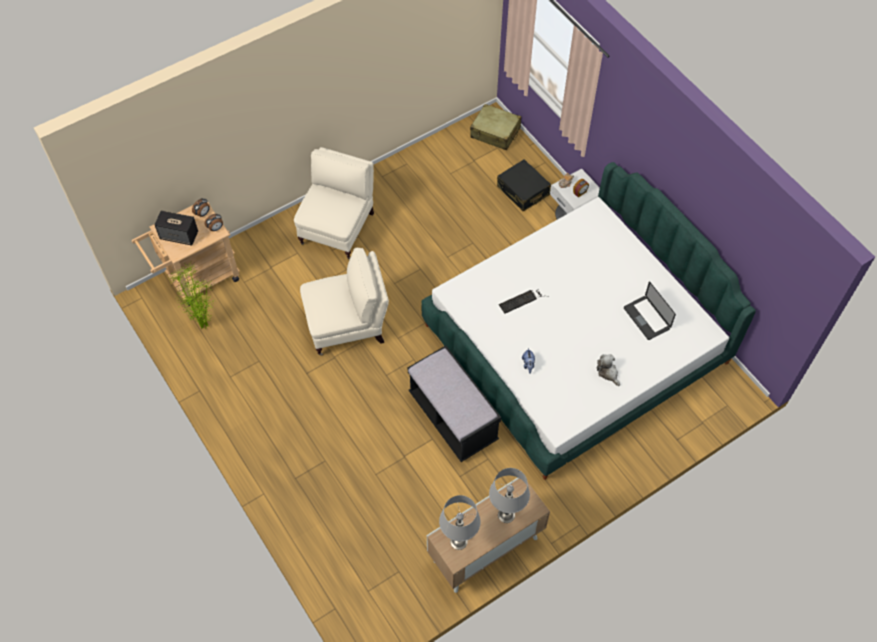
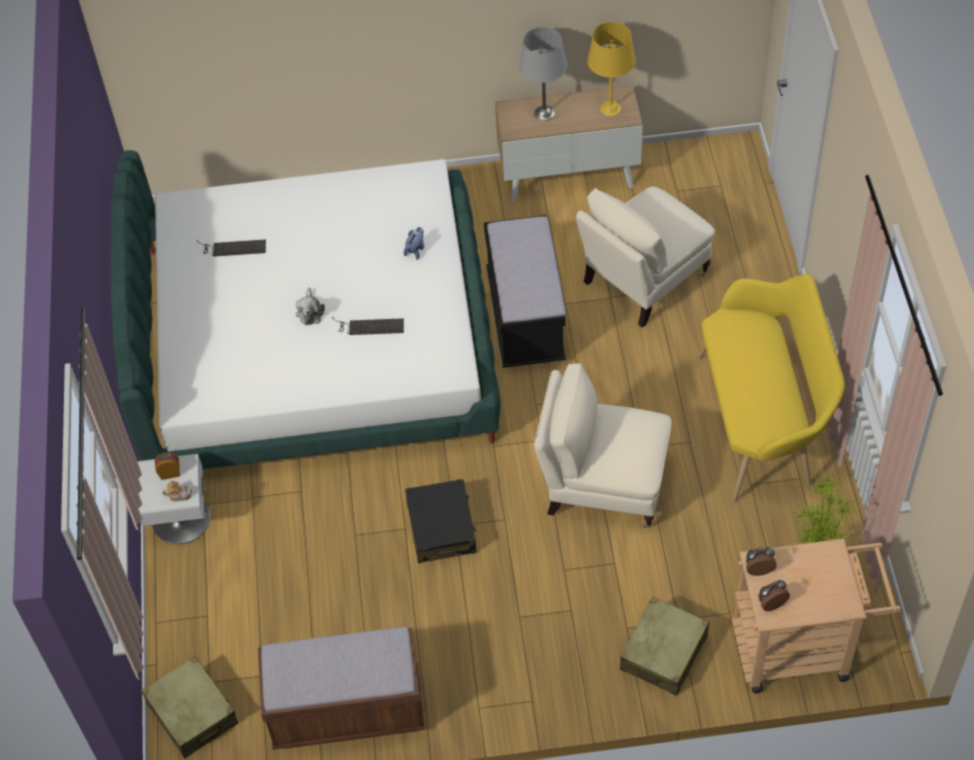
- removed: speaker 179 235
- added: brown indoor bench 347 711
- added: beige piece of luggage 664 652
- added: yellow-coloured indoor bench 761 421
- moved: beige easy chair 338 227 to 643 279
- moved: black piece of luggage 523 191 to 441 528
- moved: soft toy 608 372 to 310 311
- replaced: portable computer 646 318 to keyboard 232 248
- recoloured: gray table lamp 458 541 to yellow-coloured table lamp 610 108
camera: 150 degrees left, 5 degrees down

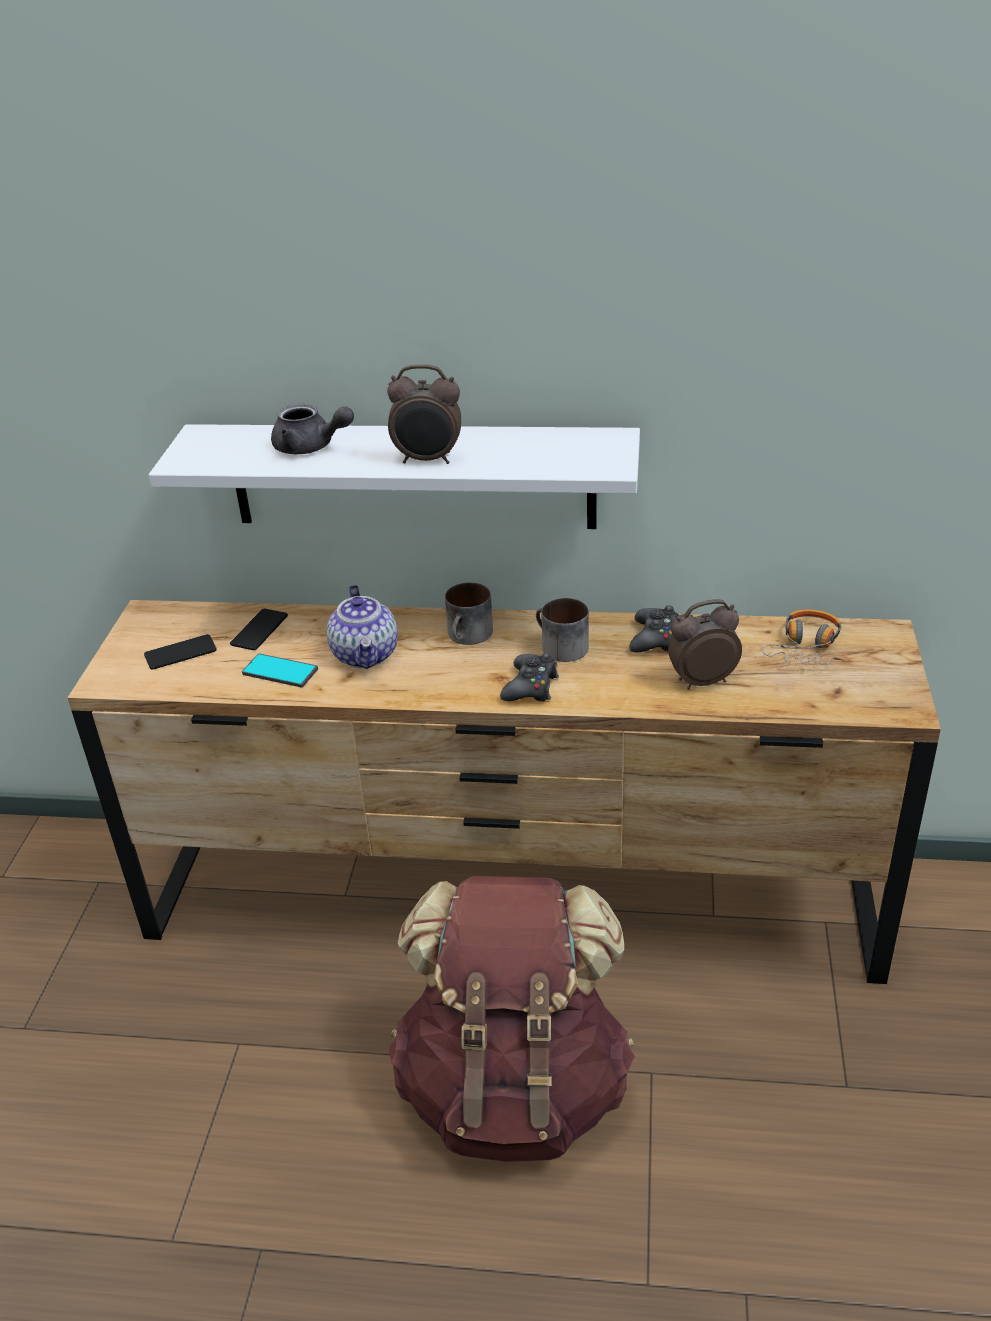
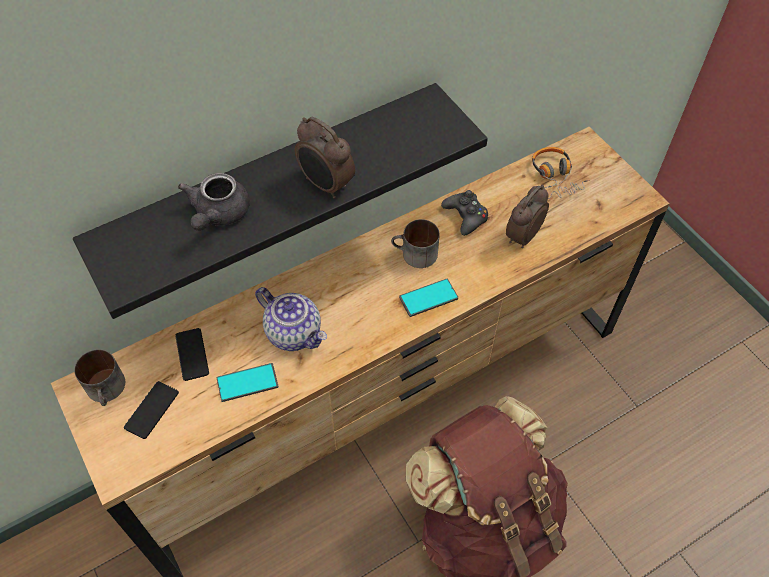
- moved: tea mug 469 636 to 108 389
- replaced: black gamepad 531 686 to handset 428 298
- recoloured: whitish shelf 412 476 to black shelf 272 186
- turned: gray pot for tea 310 448 = 218 214 120 degrees clockwise
- turned: alarm clock 428 460 = 326 185 75 degrees clockwise
camera: 40 degrees left, 20 degrees up

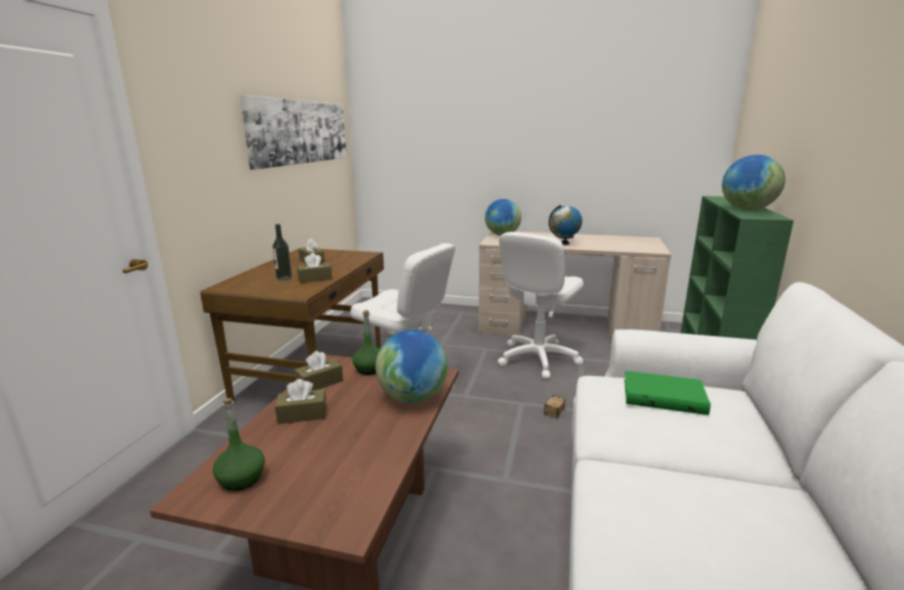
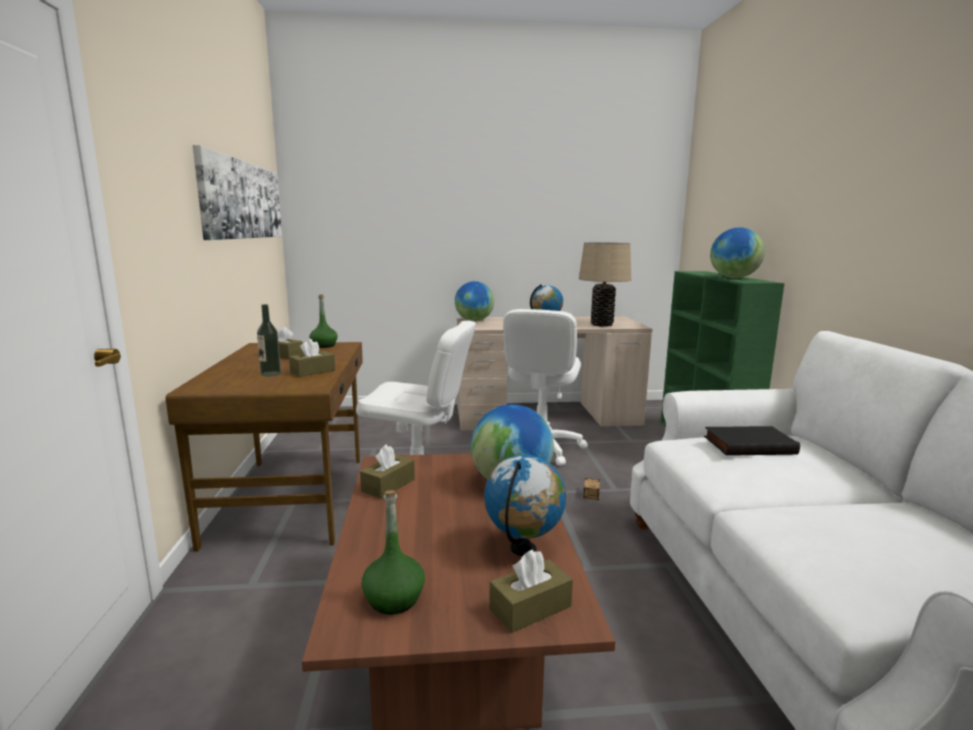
- added: globe 523 549
- added: beige table lamp 601 324
- moved: brown tissue holder 302 414 to 530 608
- moved: green-coloured bottle 369 369 to 324 346
- recoloured: green-coloured book 664 396 to black book 749 445
camera: 20 degrees left, 5 degrees down

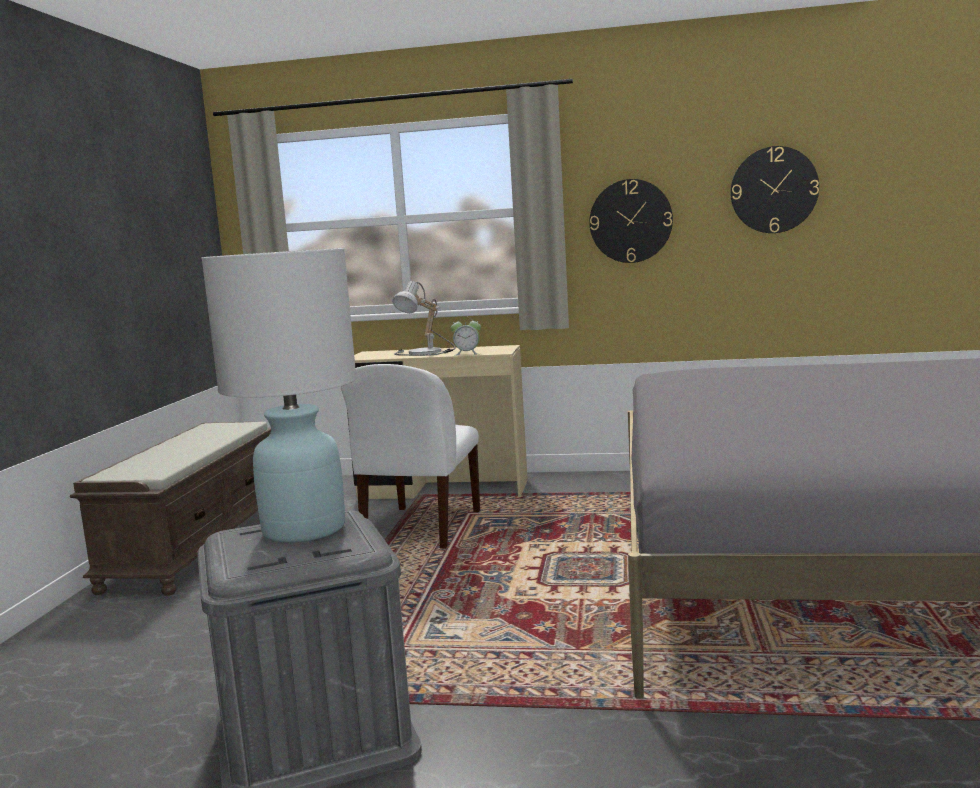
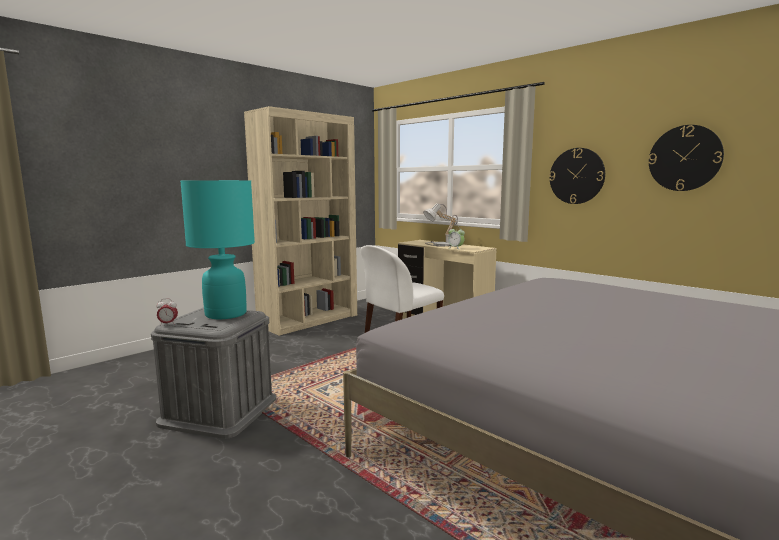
- added: alarm clock 168 324
- replaced: brown indoor bench 196 545 to beige bookshelf 309 320
- recoloured: whitish table lamp 304 529 to blue-green table lamp 226 314
camera: 35 degrees right, 0 degrees up

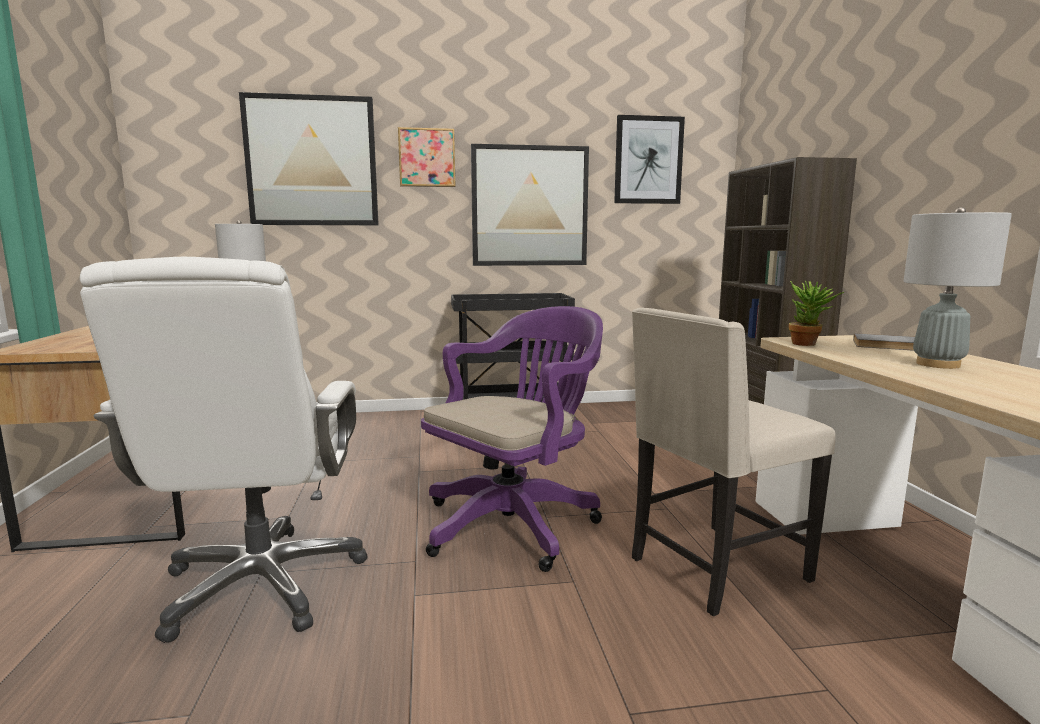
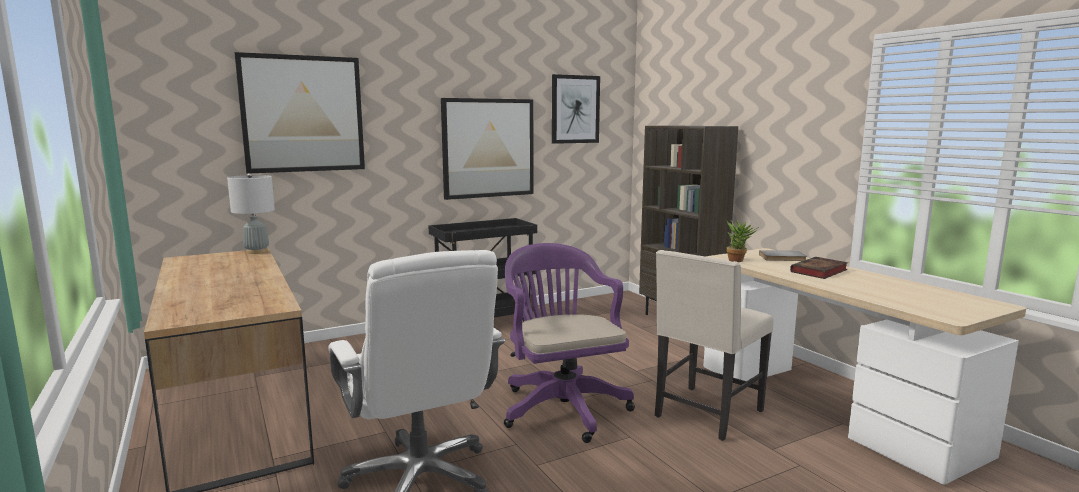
- removed: wall art 427 158
- replaced: gray table lamp 938 364 to book 818 271
- turned: purple desk chair 516 522 = 561 406 45 degrees counterclockwise
camera: 20 degrees left, 0 degrees up

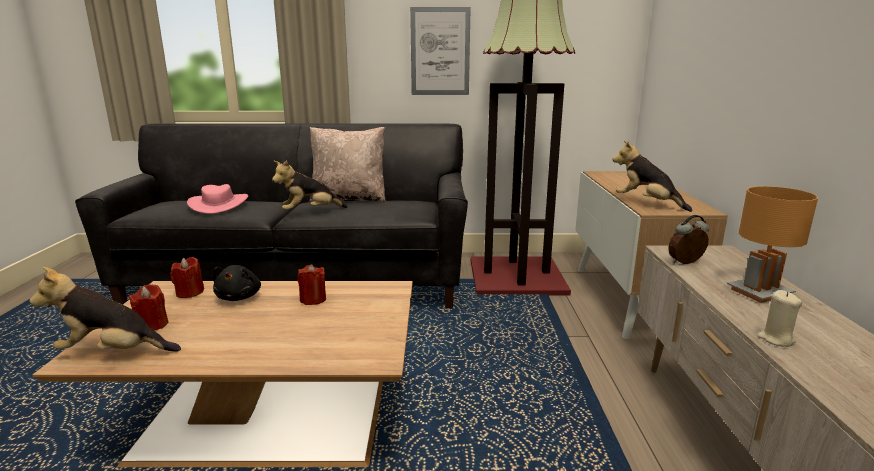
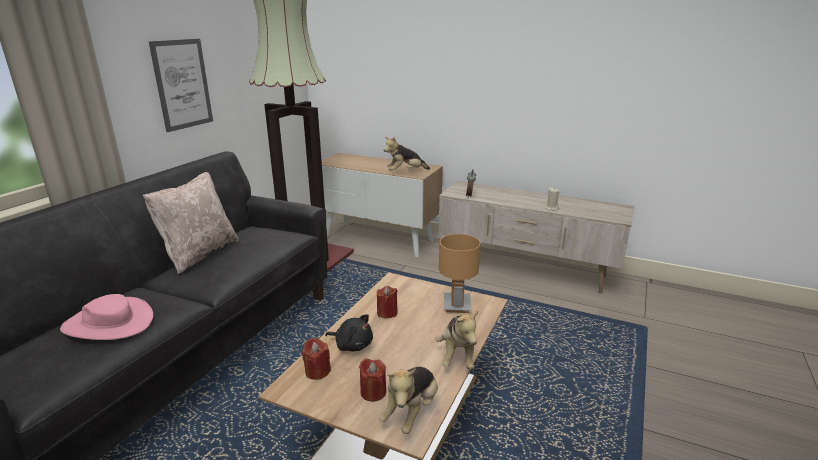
- moved: soft toy 310 212 to 457 355
- moved: brown table lamp 759 292 to 456 305
camera: 65 degrees left, 5 degrees up

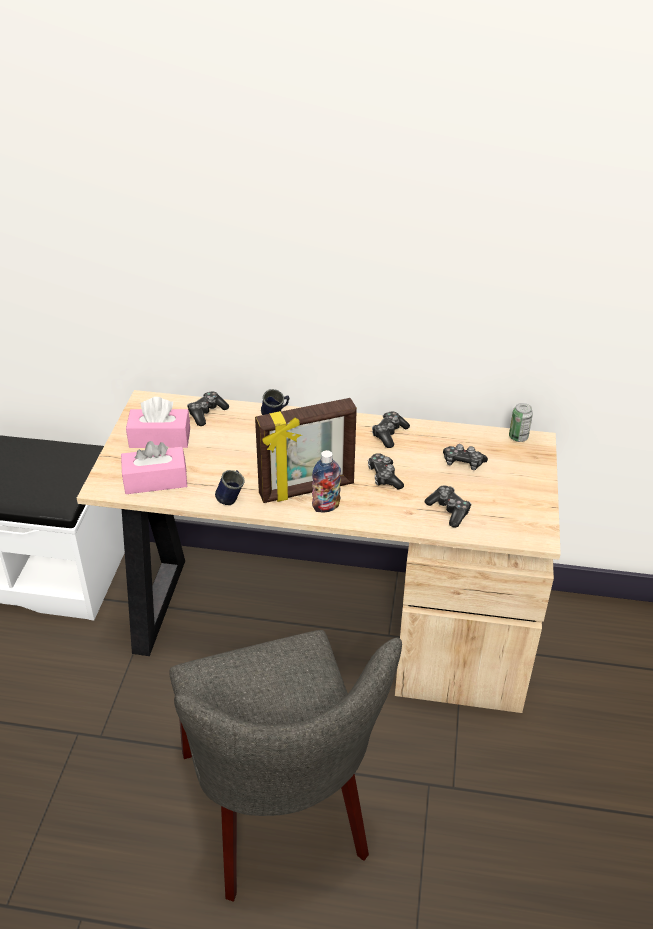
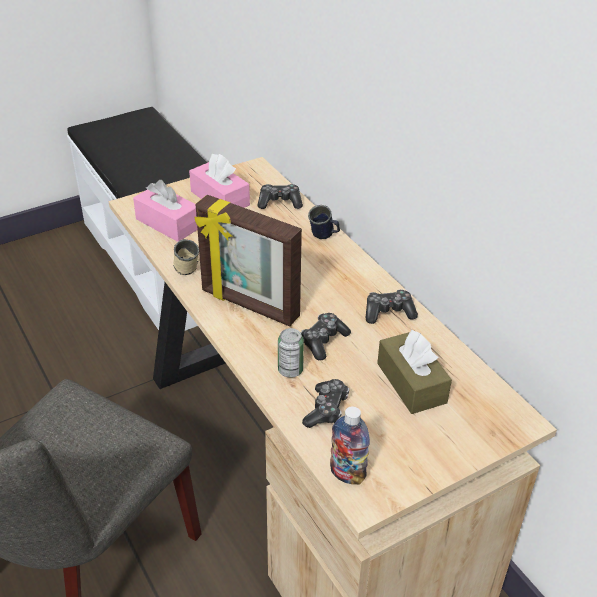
- moved: bottle 326 506 to 347 474
- moved: metal can 518 437 to 290 370
- replaced: gamepad 463 463 to brown tissue holder 411 383
- recoloured: blue-coloured tea mug 231 497 to beige tea mug 191 270
camera: 50 degrees right, 0 degrees up

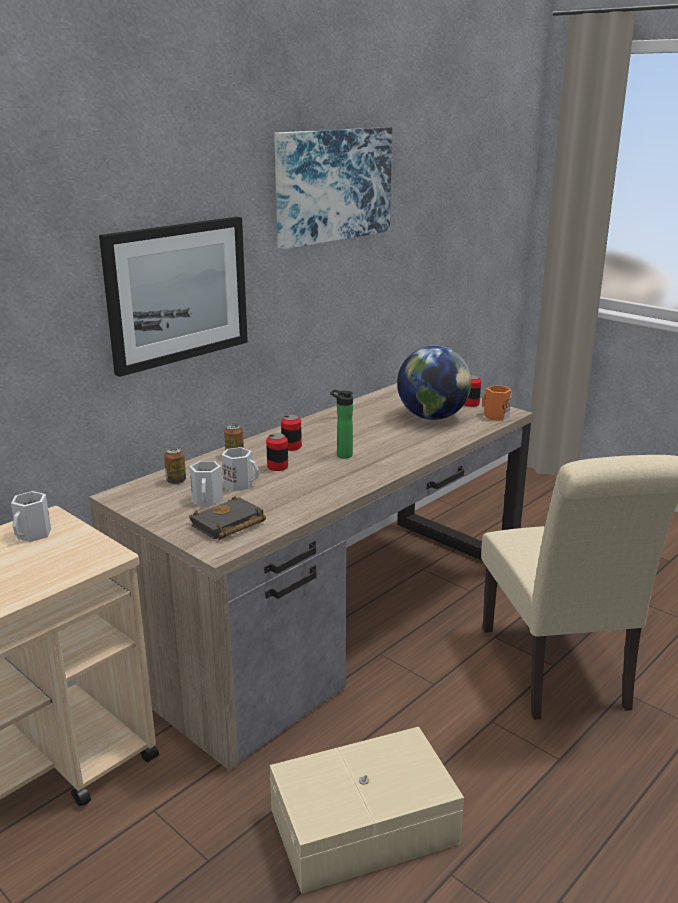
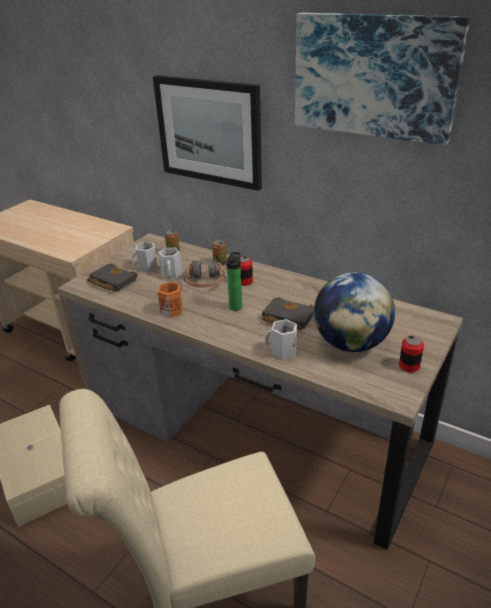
- added: black book 286 317
- moved: whitish tea mug 34 534 to 282 352
- moved: orange tea mug 495 416 to 171 310
- replaced: metal can 277 467 to headphones 205 282
camera: 80 degrees right, 10 degrees up

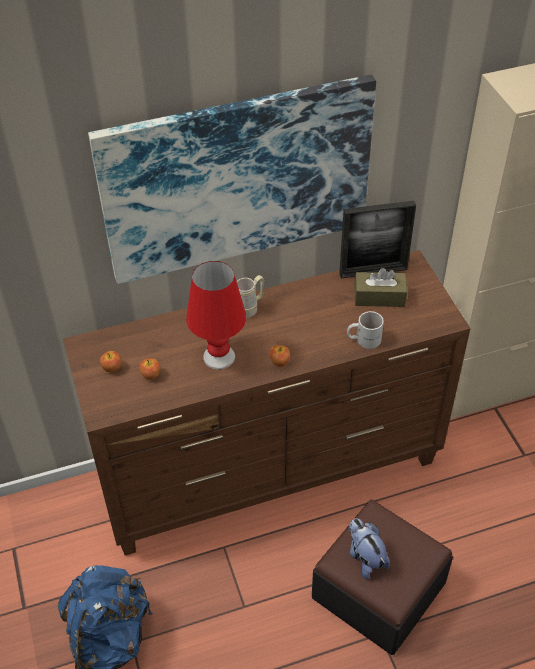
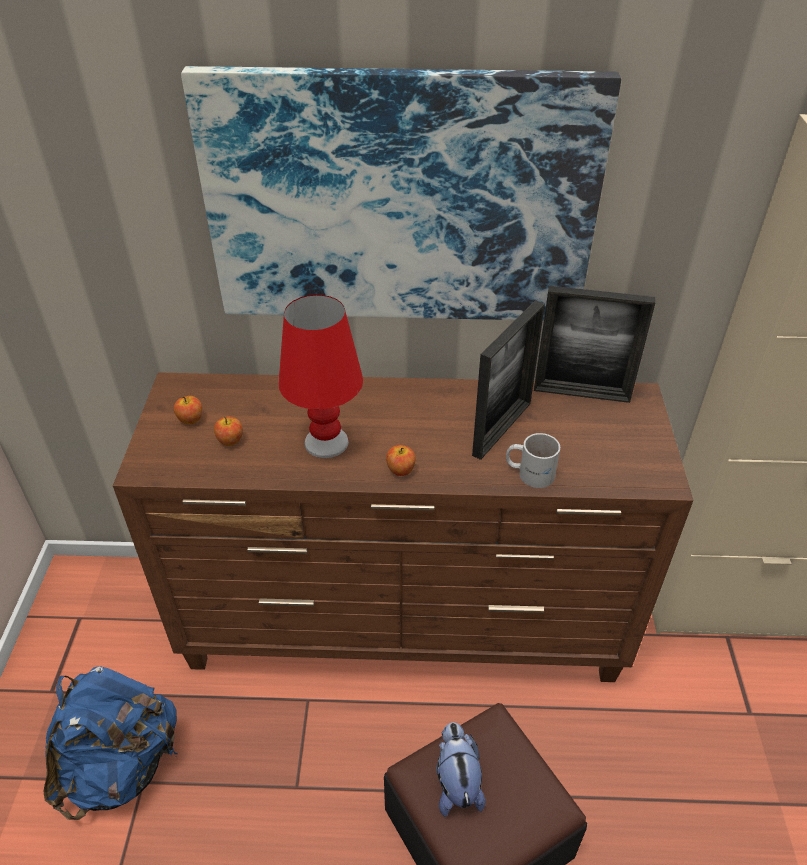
- removed: beige tea mug 250 308
- removed: brown tissue holder 379 297
- added: photo frame 502 428
camera: 20 degrees right, 5 degrees down

